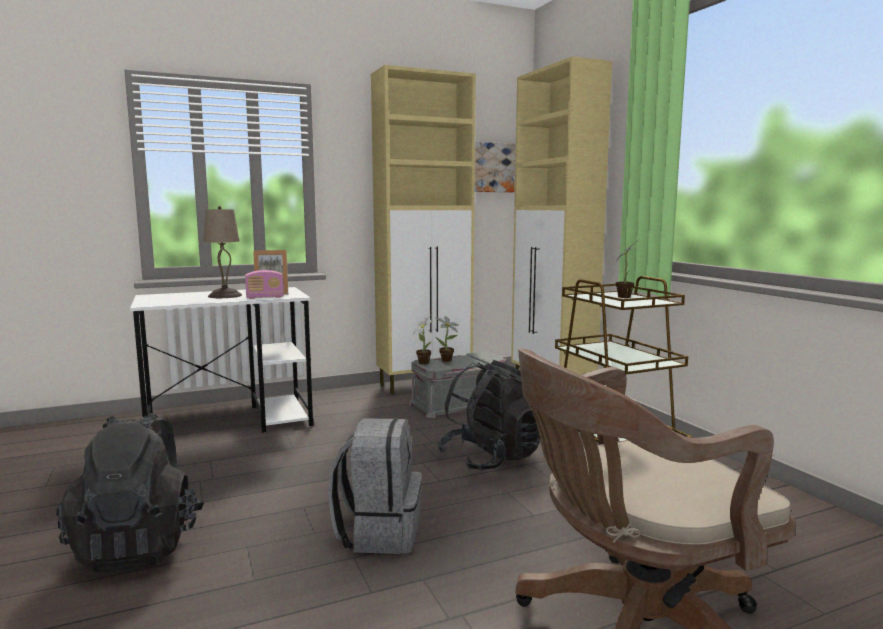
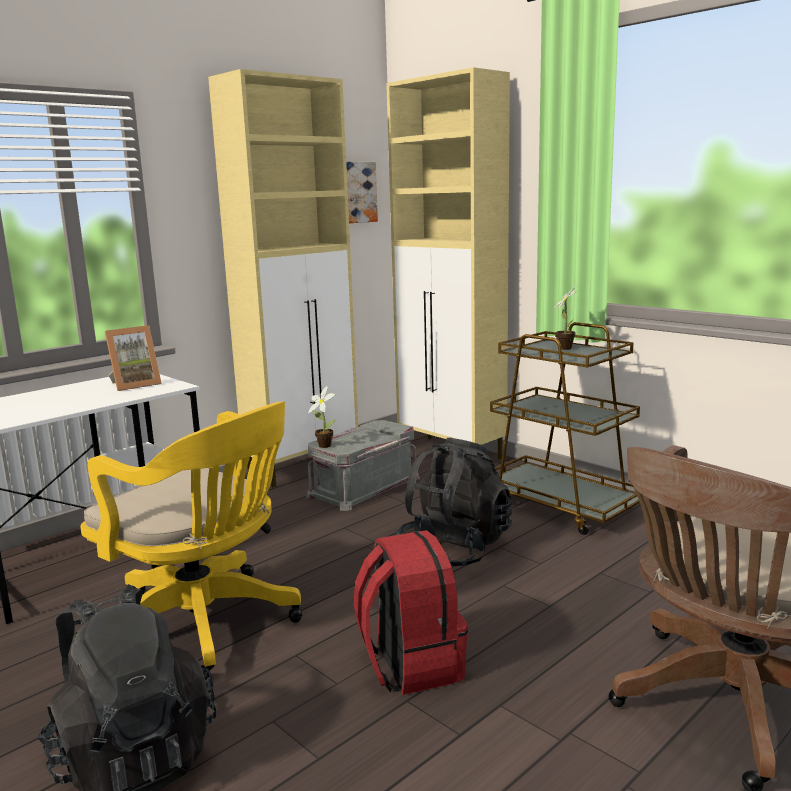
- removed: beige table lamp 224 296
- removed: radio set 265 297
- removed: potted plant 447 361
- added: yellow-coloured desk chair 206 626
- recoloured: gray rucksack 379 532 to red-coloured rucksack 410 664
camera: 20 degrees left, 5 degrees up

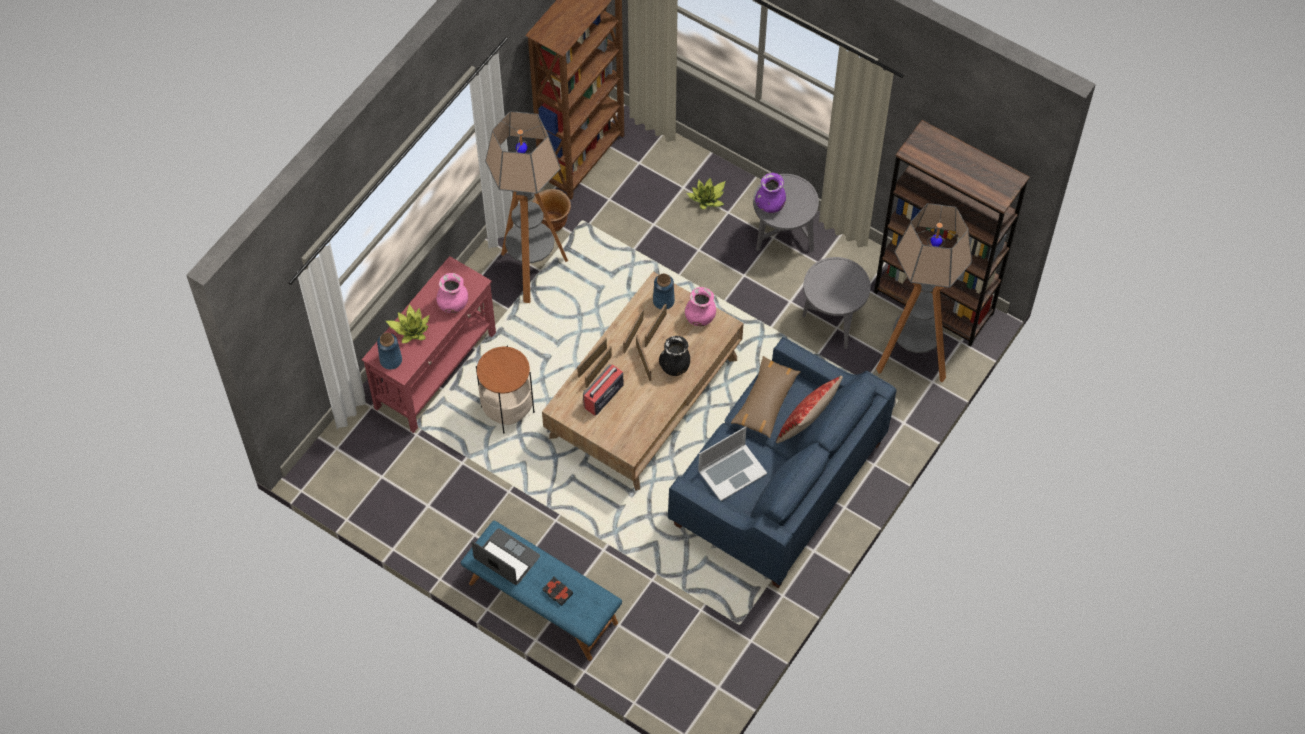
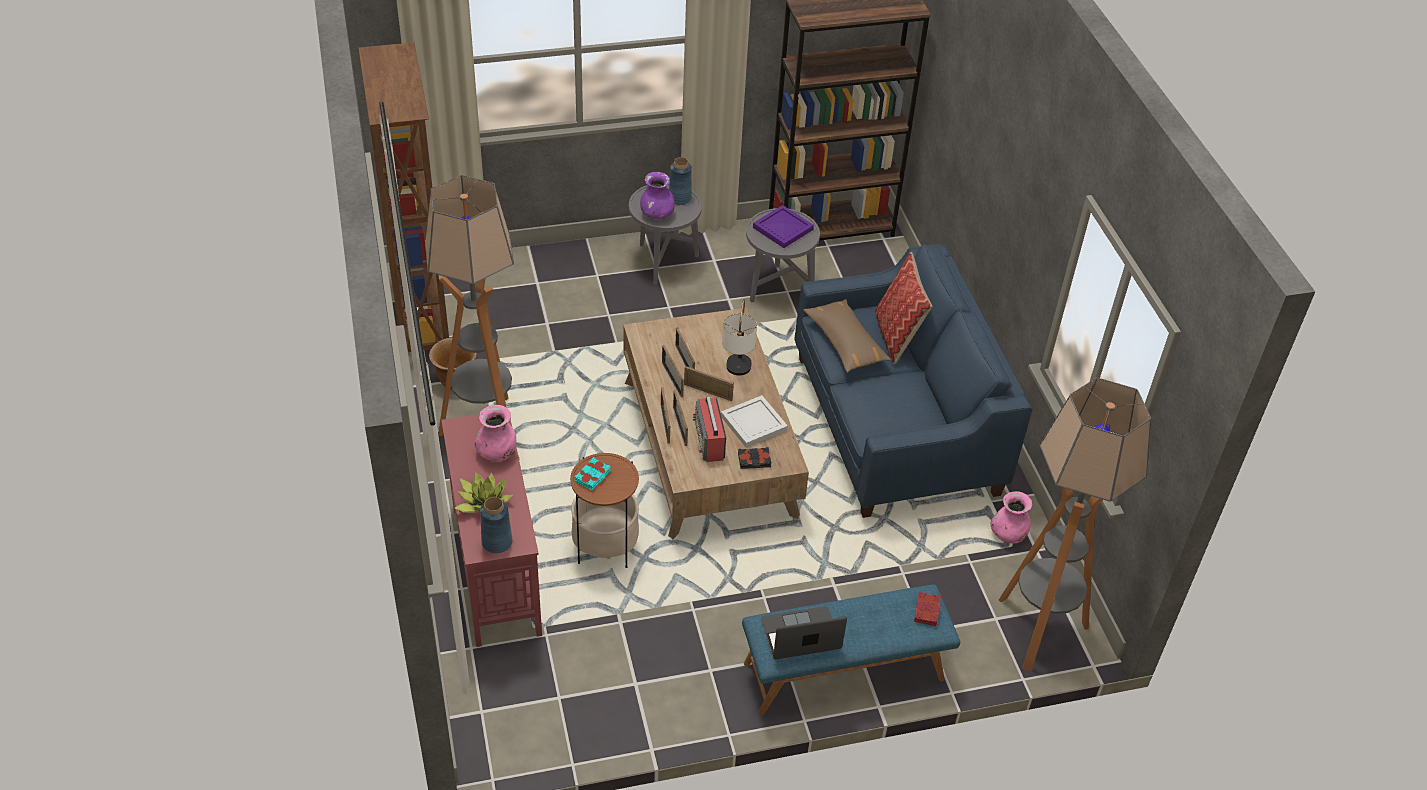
- removed: potted plant 707 199
- removed: portable computer 732 472
- added: blue-green book 593 476
- added: whitish tray 754 423
- added: purple tray 784 228
- added: red-coloured book 927 611
- moved: black book 557 592 to 754 461
- moved: blue-coloured flower vase 663 301 to 680 198
- moved: pink-coloured flower vase 700 317 to 1008 534
- moved: standing lamp 912 359 to 1038 630
- replaced: black flower vase 675 366 to table lamp 737 375
camera: 50 degrees left, 15 degrees down

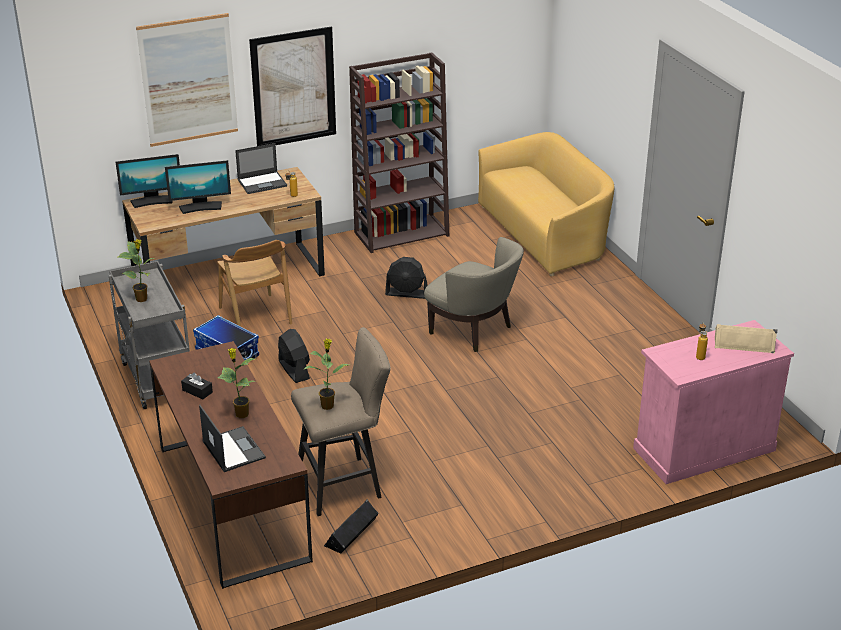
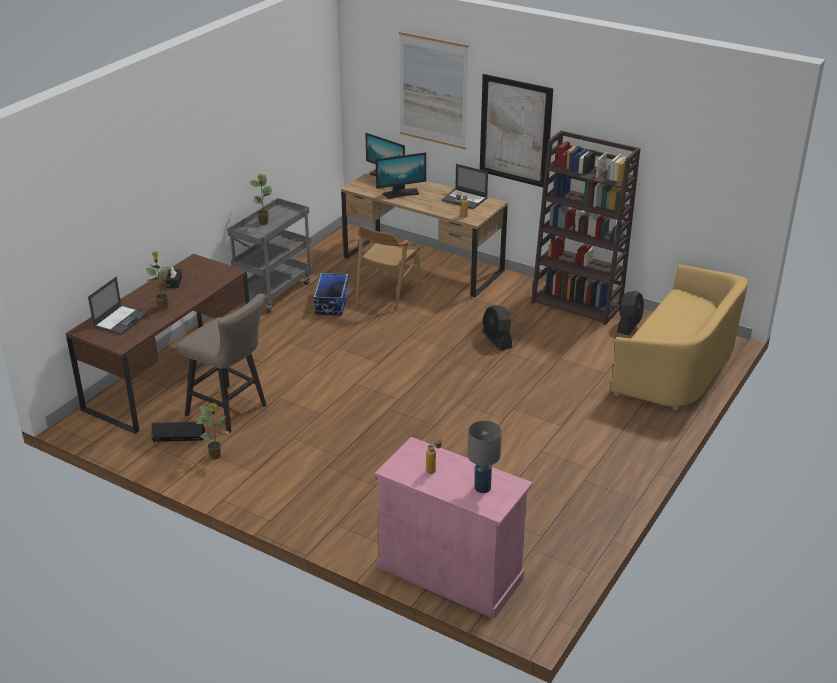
- removed: beige easy chair 473 330
- moved: black fan 294 369 to 629 325
- moved: potted plant 328 405 to 216 456
- replaced: beige speaker 744 343 to gray table lamp 483 488
- turned: computer screen 201 207 = 401 193 60 degrees counterclockwise
camera: 55 degrees right, 0 degrees up

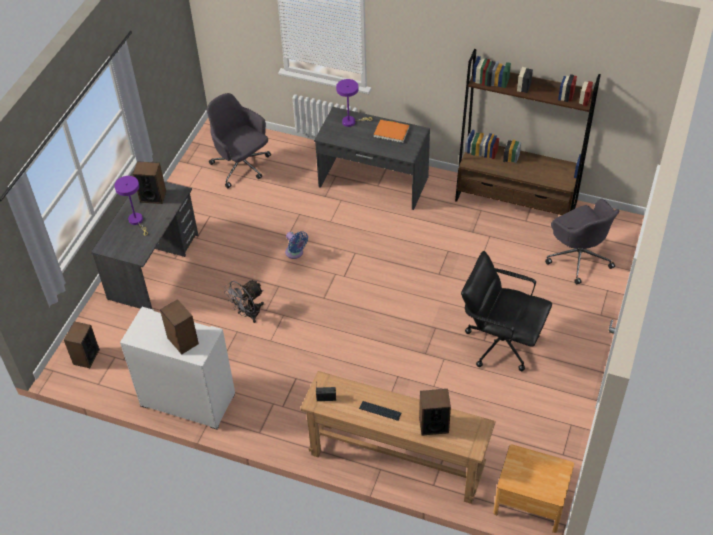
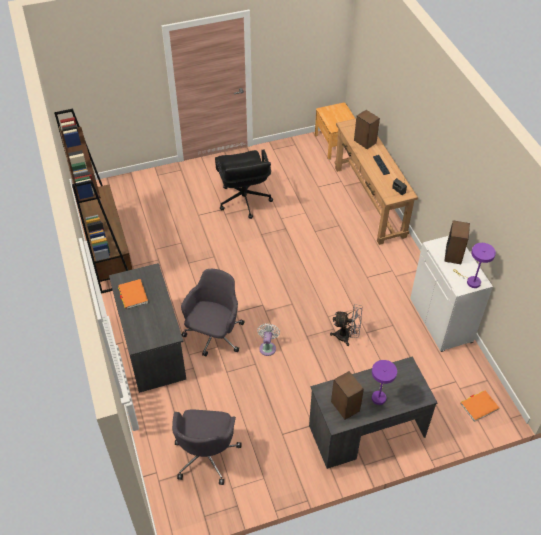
- moved: purple table lamp 351 121 to 471 281
- moved: gray desk chair 578 257 to 214 335
- replaced: speaker 86 357 to orange book 479 406
- recoloured: blue-coloured fan 295 253 to whitish fan 268 347
camera: 130 degrees left, 0 degrees up

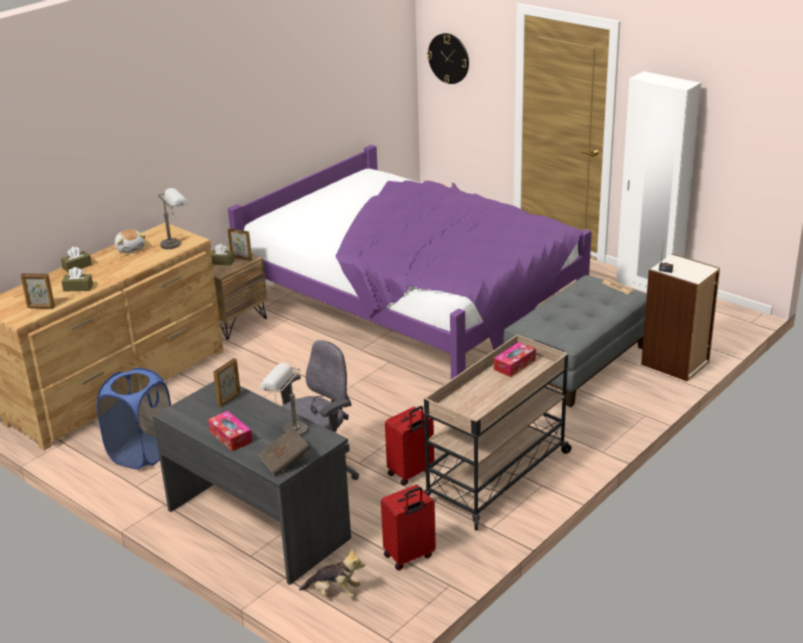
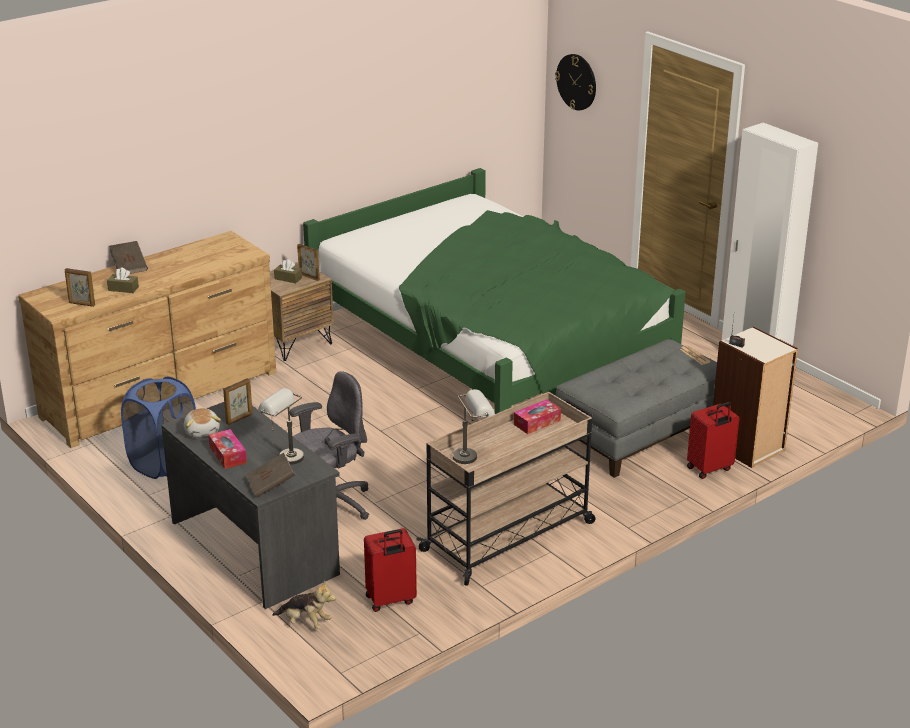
- moved: soft toy 130 248 to 202 431
- moved: gray table lamp 176 243 to 472 455
- moved: red-coloured piece of luggage 411 473 to 710 469
- replaced: brown tissue holder 77 266 to brown book 129 267
- recoloured: purple sleeping bed 413 304 to green-coloured sleeping bed 491 347
camera: 10 degrees right, 0 degrees up

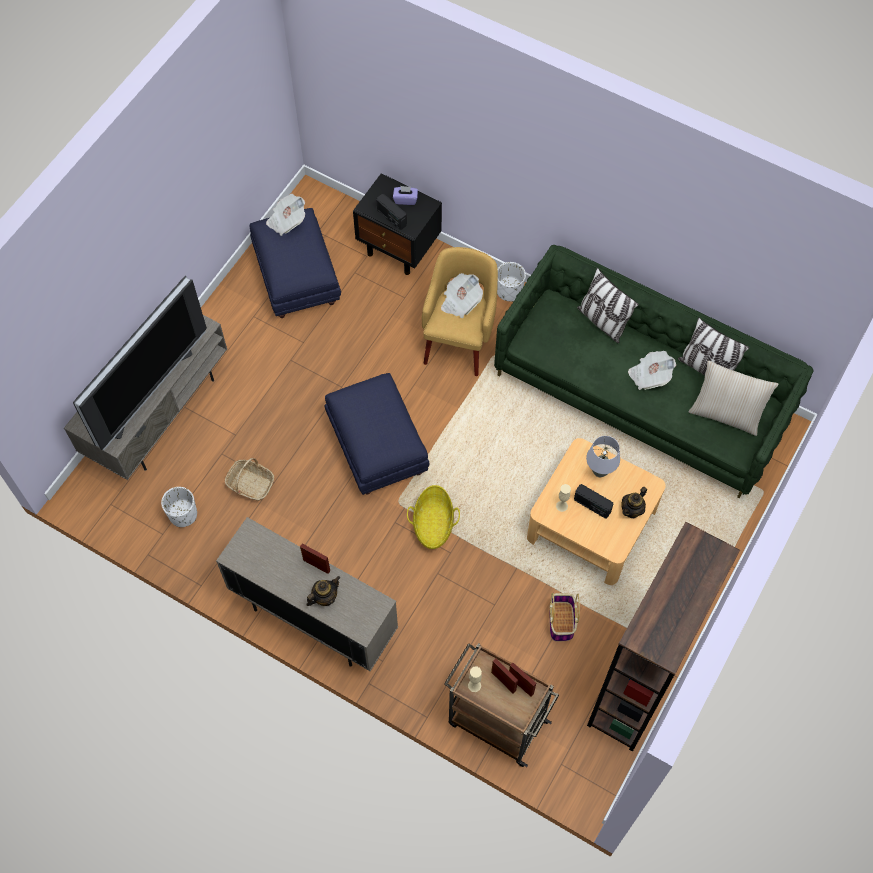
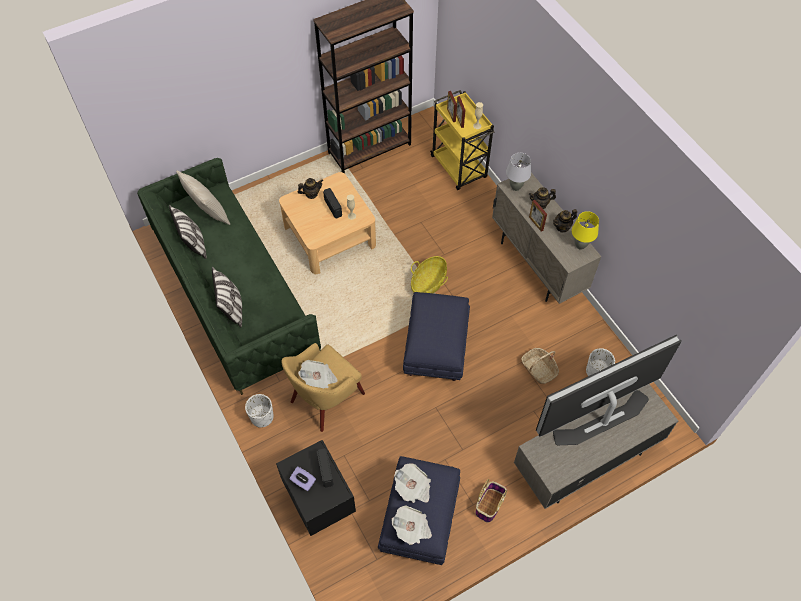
- added: pot for tea 562 227
- added: yellow-coloured table lamp 580 245
- moved: basket 561 622 to 489 505
- moved: gray table lamp 600 472 to 515 187
- moved: printed paper 649 376 to 413 488
- recoloured: brown trolley 496 722 to yellow-coloured trolley 459 168
camera: 150 degrees left, 5 degrees down

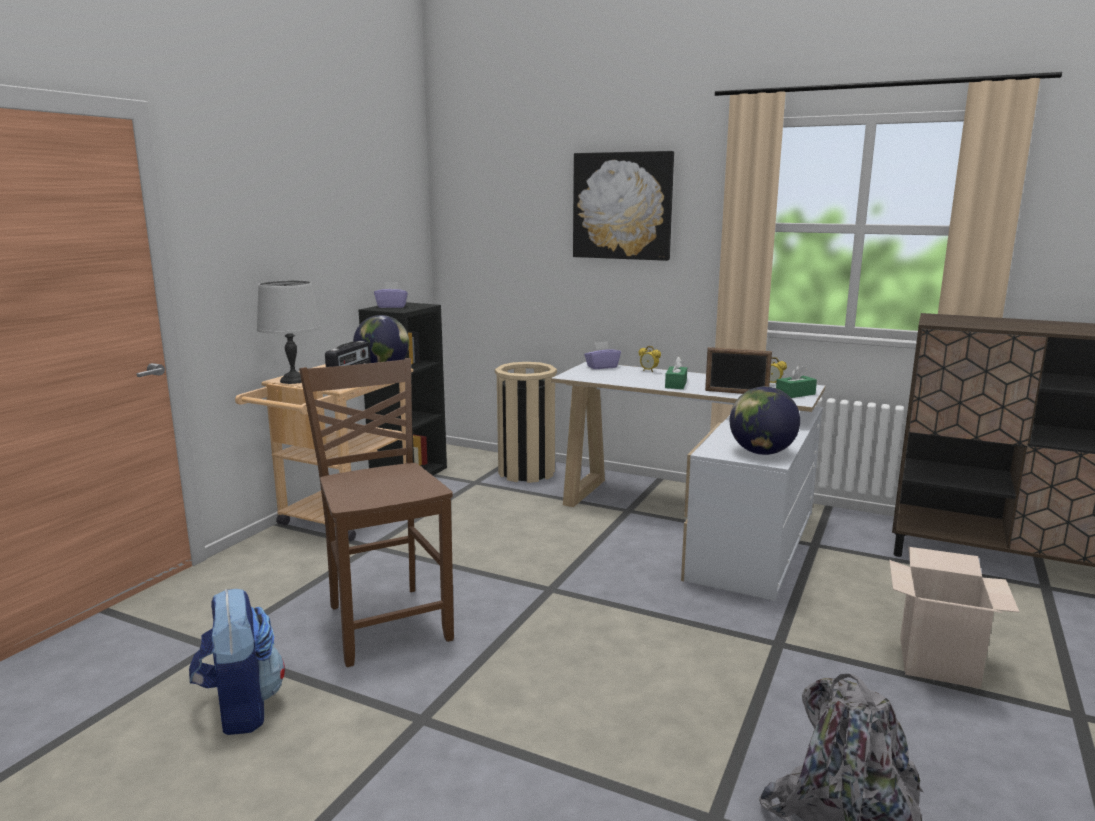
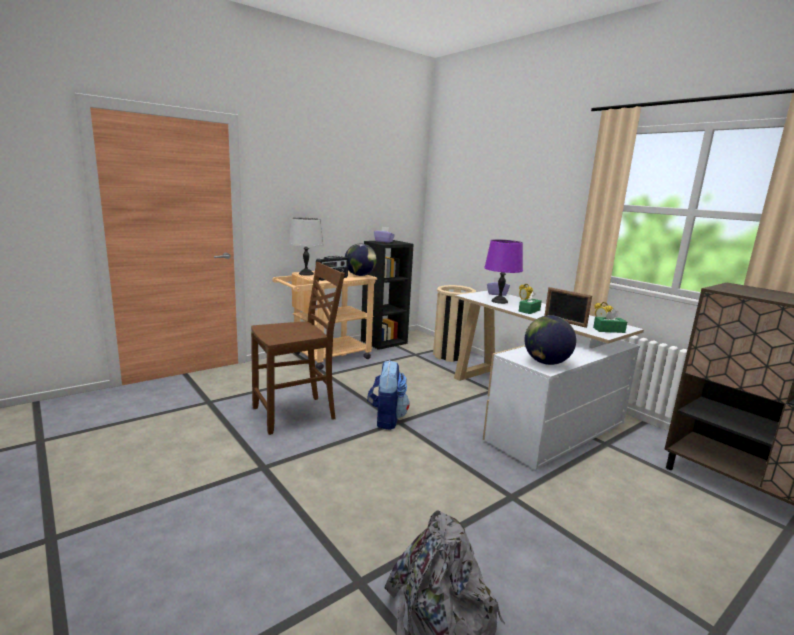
- removed: wall art 622 206
- removed: packing box 938 661
- added: purple table lamp 499 301
- moved: rucksack 241 708 to 386 419
- turned: brown upright chair 387 622 = 296 414 60 degrees clockwise
camera: 25 degrees right, 0 degrees up

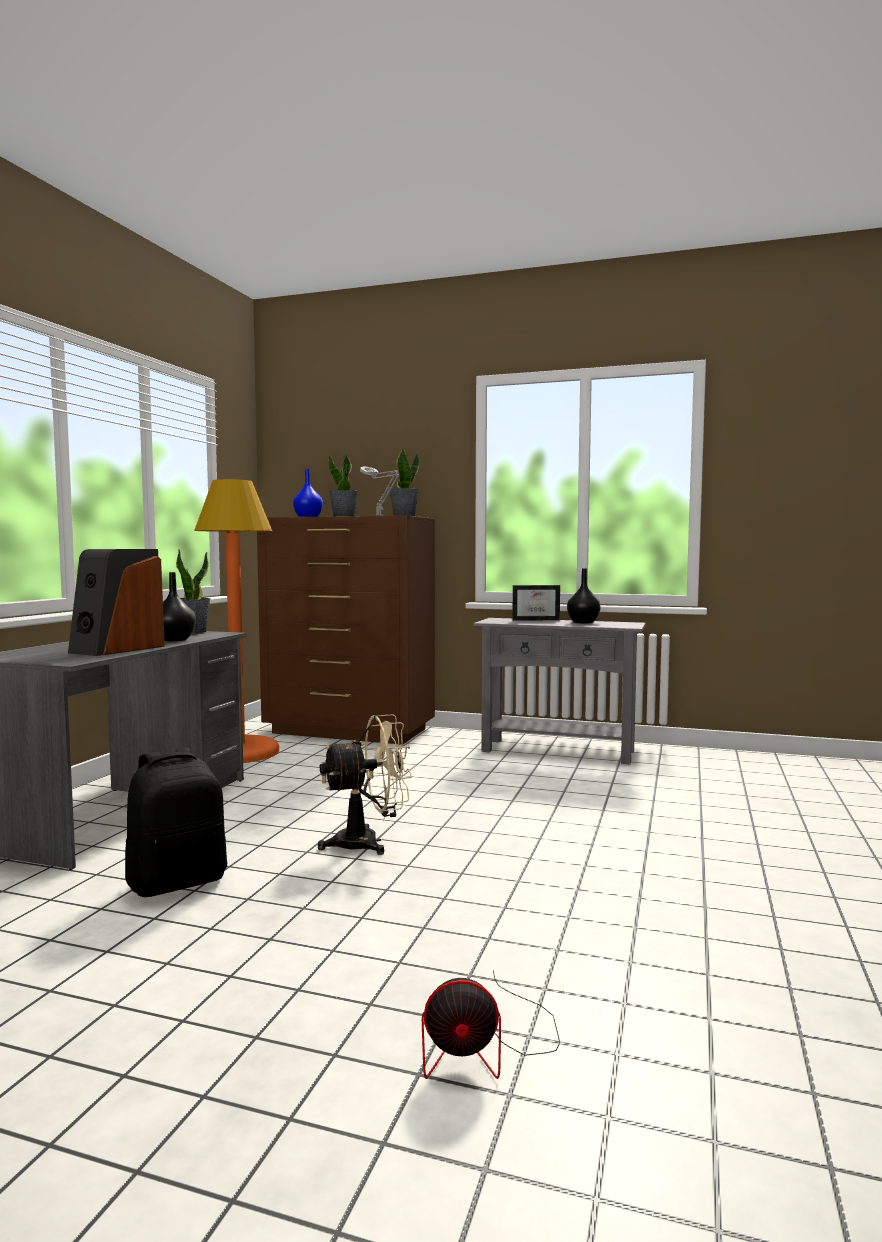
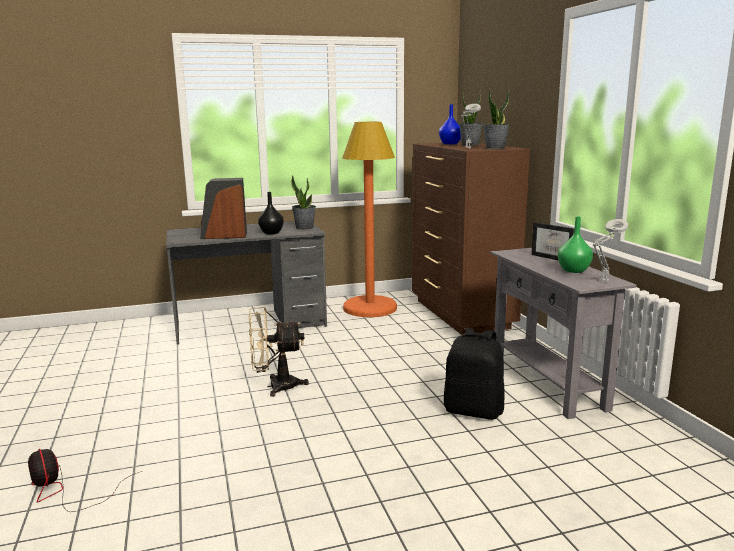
- added: gray table lamp 603 281
- moved: black rucksack 178 882 to 474 410
- recoloured: black flower vase 582 622 to green-coloured flower vase 574 270
- turned: beige fan 368 842 = 275 386 135 degrees clockwise
camera: 55 degrees right, 10 degrees up

